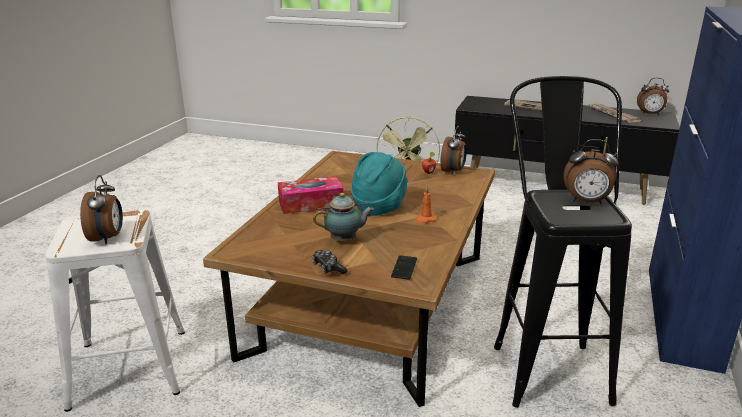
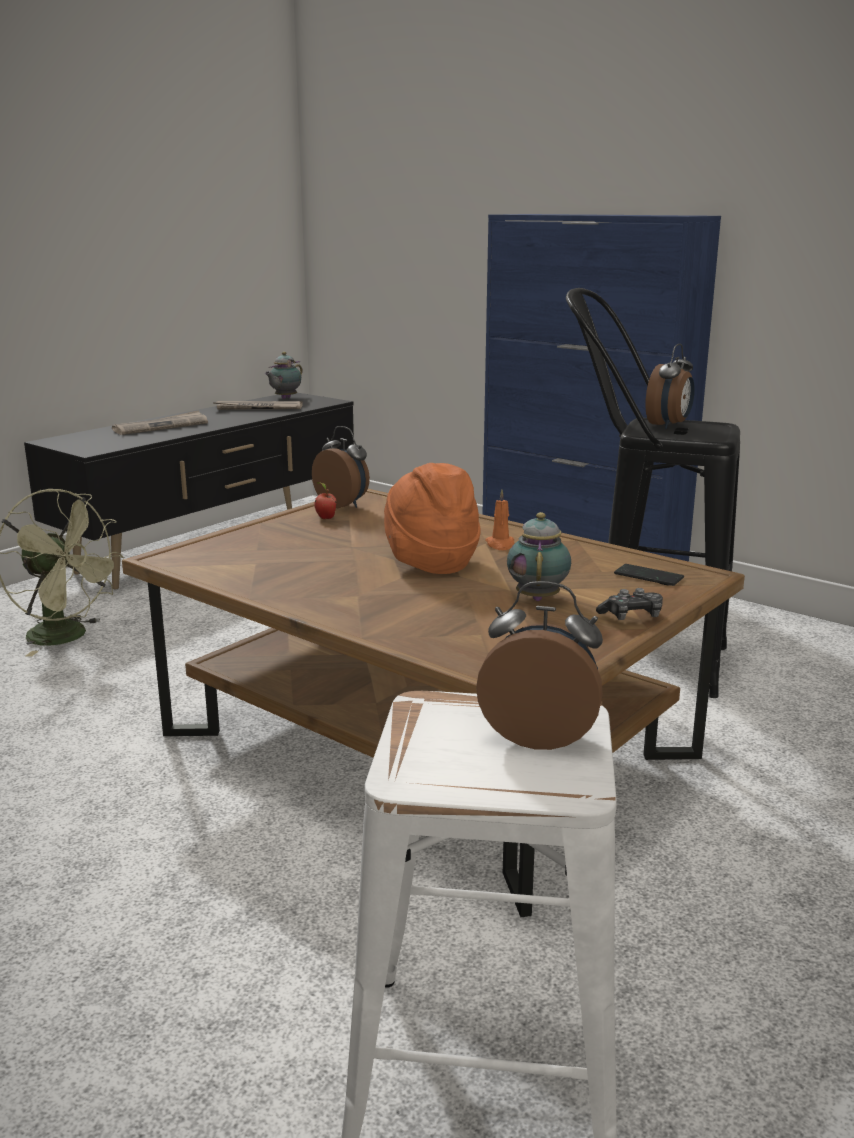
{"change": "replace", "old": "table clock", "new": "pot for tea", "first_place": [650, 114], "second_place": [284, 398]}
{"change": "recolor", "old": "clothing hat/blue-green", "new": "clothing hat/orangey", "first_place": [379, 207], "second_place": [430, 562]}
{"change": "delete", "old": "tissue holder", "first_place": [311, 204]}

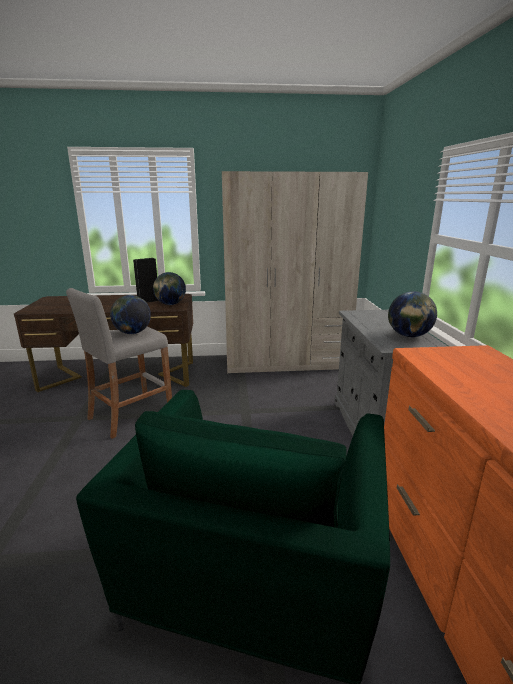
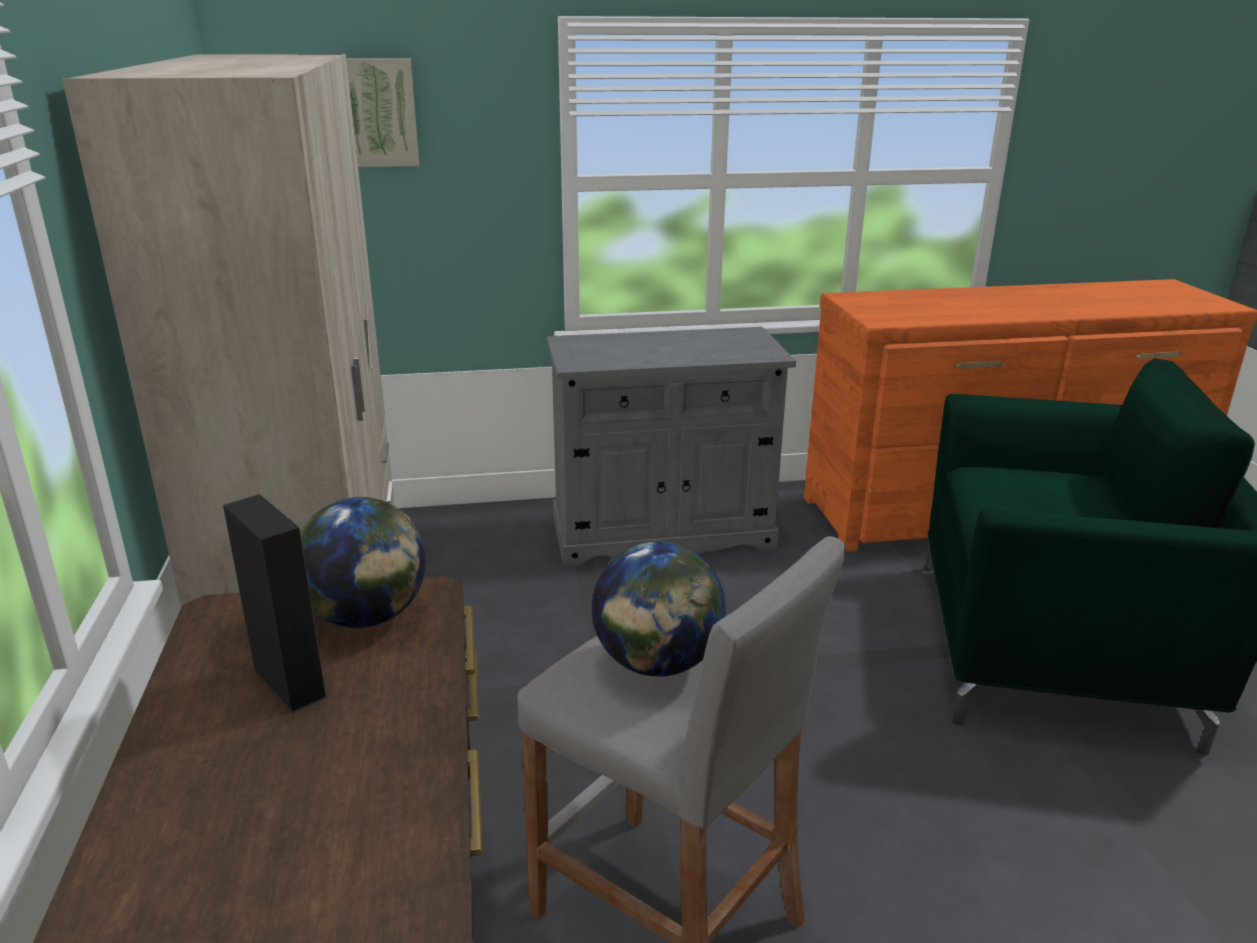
{"change": "insert", "new": "wall picture", "second_place": [380, 113]}
{"change": "delete", "old": "desk globe", "first_place": [409, 336]}

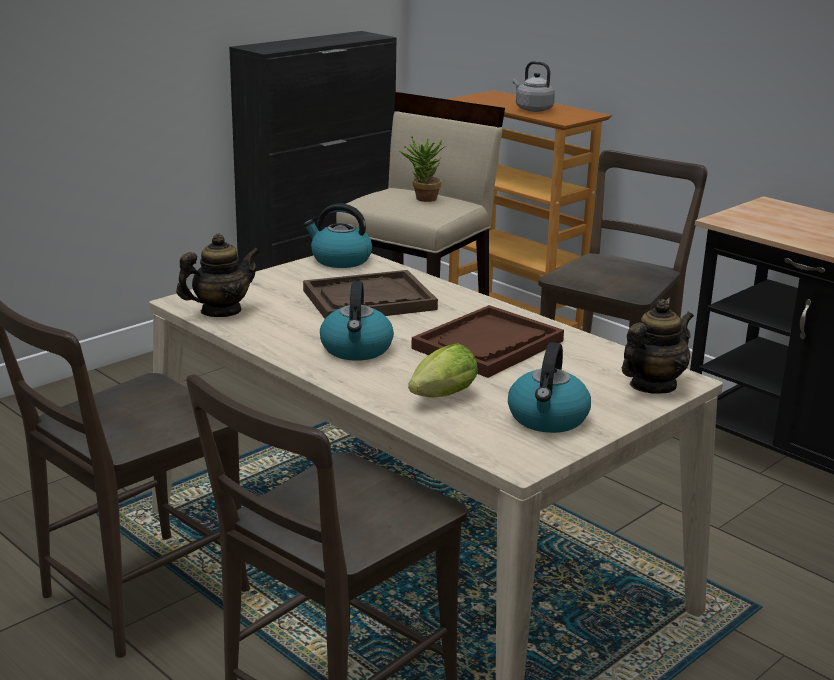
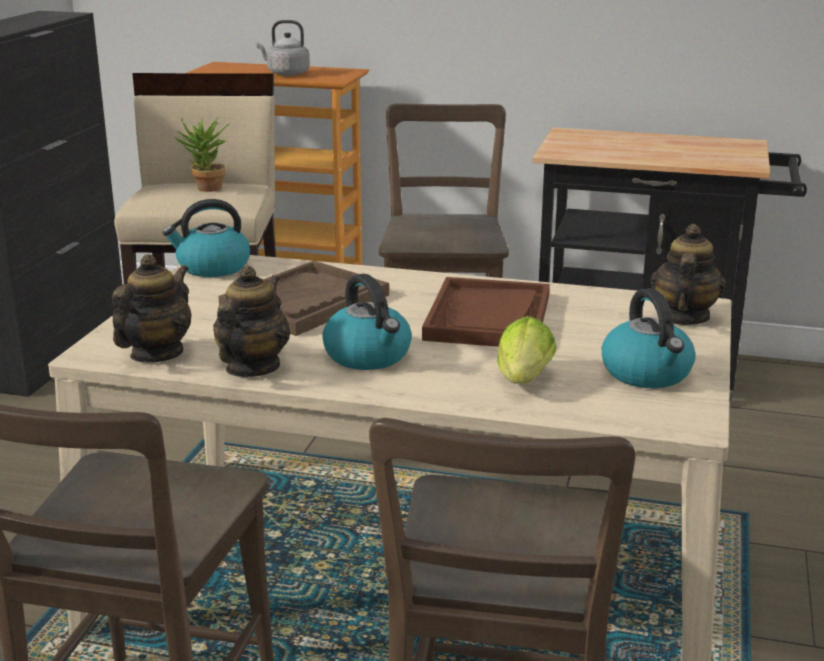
{"change": "insert", "new": "pot for tea", "second_place": [252, 368]}

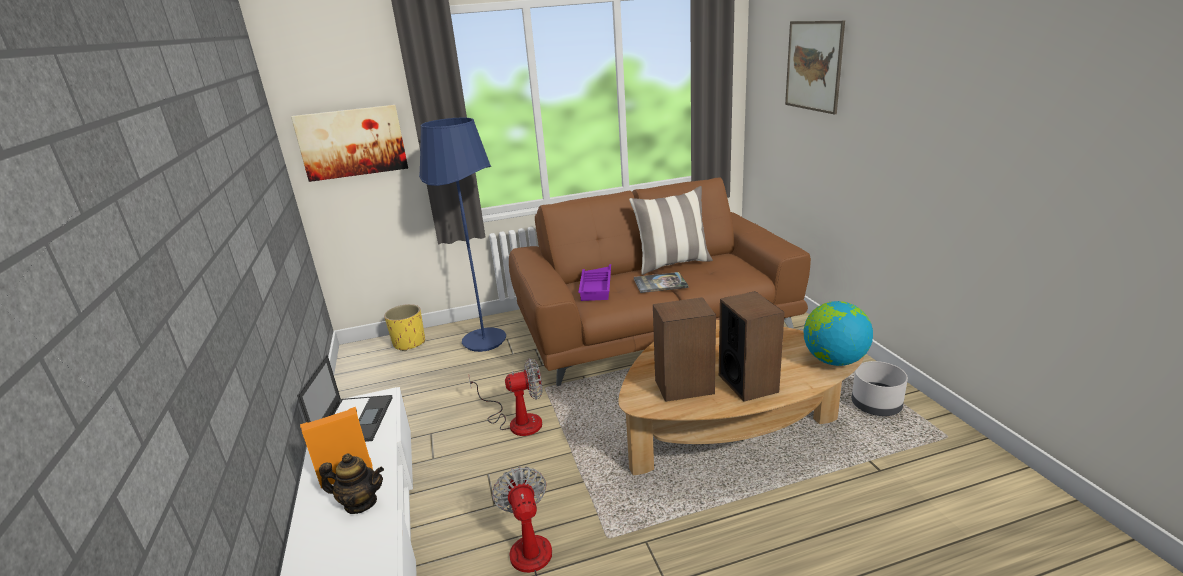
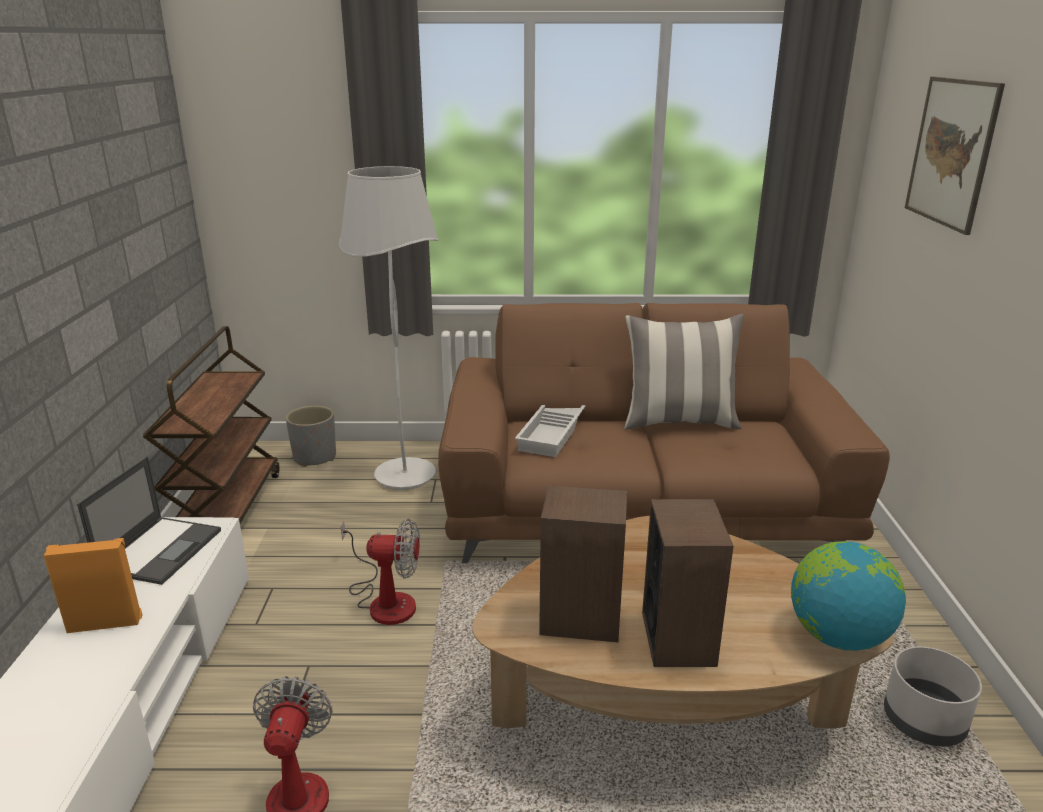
{"change": "insert", "new": "wheeled cart/brown", "second_place": [227, 510]}
{"change": "recolor", "old": "planter/yellow", "new": "planter/gray", "first_place": [409, 343], "second_place": [315, 457]}
{"change": "recolor", "old": "standard lamp/blue-coloured", "new": "standard lamp/white", "first_place": [484, 341], "second_place": [405, 476]}
{"change": "recolor", "old": "tray/purplish", "new": "tray/white", "first_place": [597, 285], "second_place": [553, 432]}
{"change": "delete", "old": "wall picture", "first_place": [352, 142]}
{"change": "delete", "old": "pot for tea", "first_place": [360, 503]}
{"change": "delete", "old": "bound book", "first_place": [660, 283]}

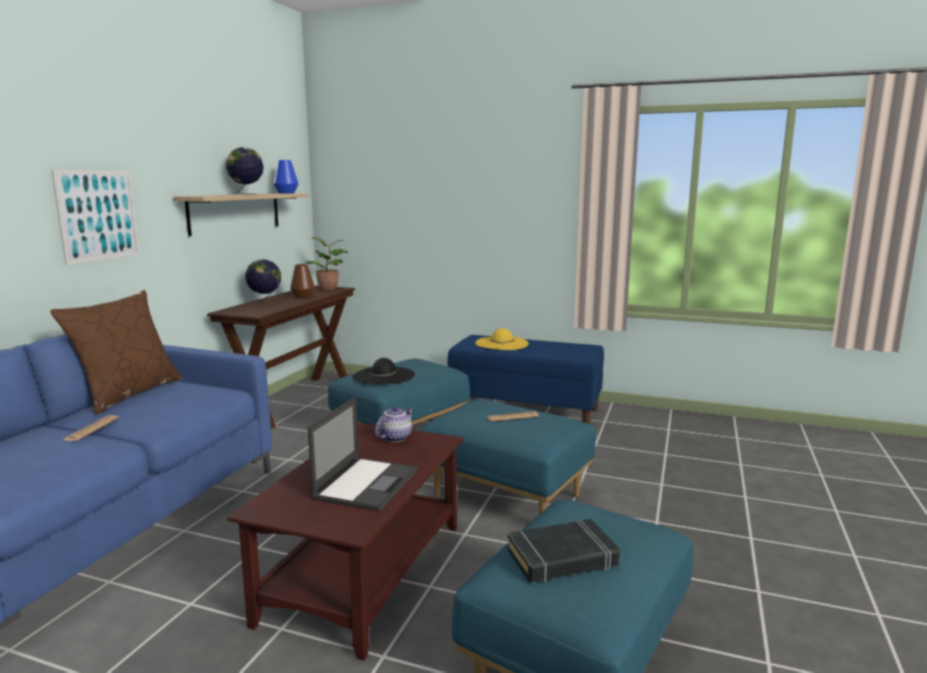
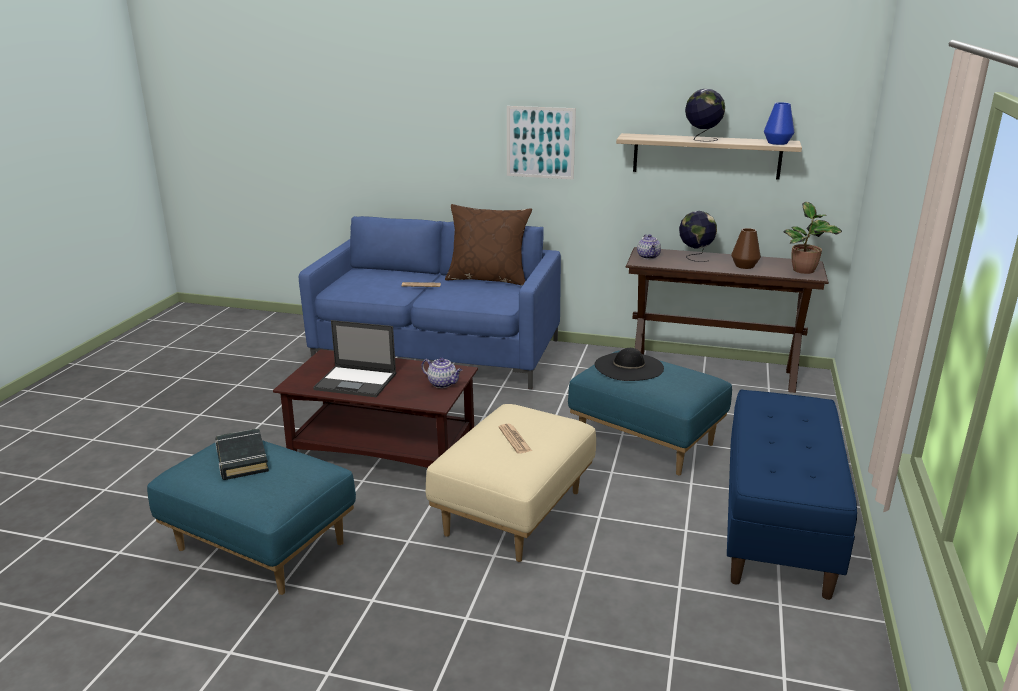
{"change": "recolor", "old": "pouffe/blue-coloured", "new": "pouffe/beige", "first_place": [508, 495], "second_place": [514, 514]}
{"change": "insert", "new": "pot for tea", "second_place": [649, 257]}
{"change": "delete", "old": "clothing hat/yellow", "first_place": [501, 343]}

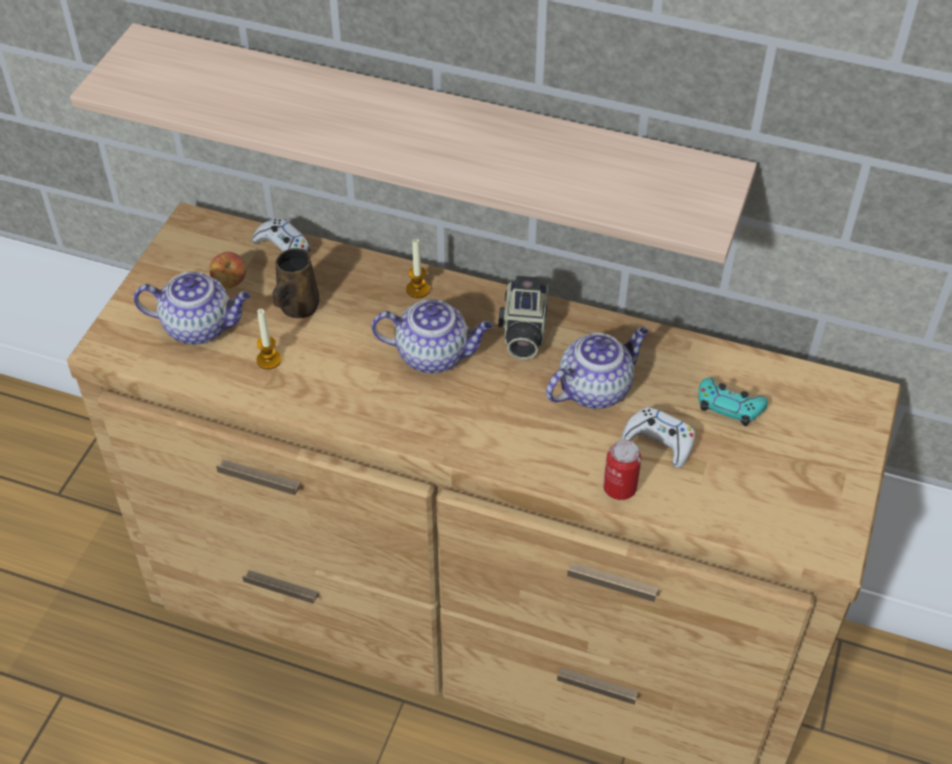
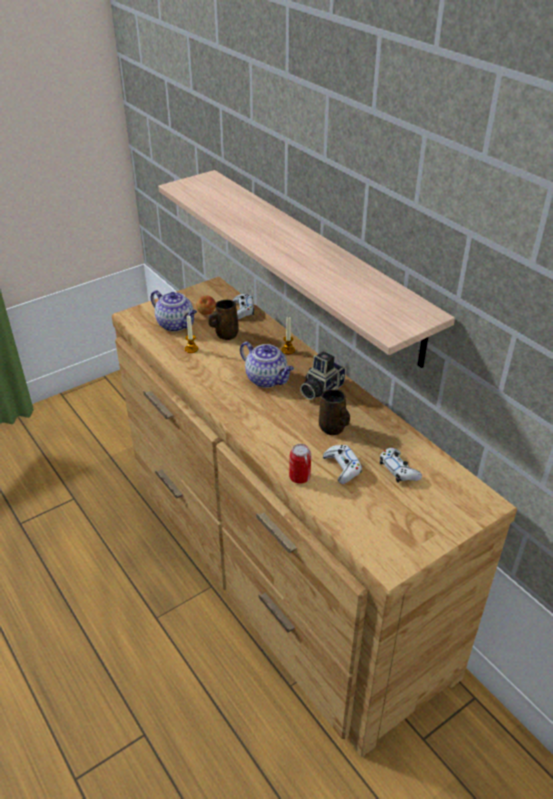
{"change": "replace", "old": "pot for tea", "new": "mug/brown", "first_place": [595, 388], "second_place": [333, 428]}
{"change": "recolor", "old": "gamepad/blue-green", "new": "gamepad/white", "first_place": [729, 406], "second_place": [398, 470]}

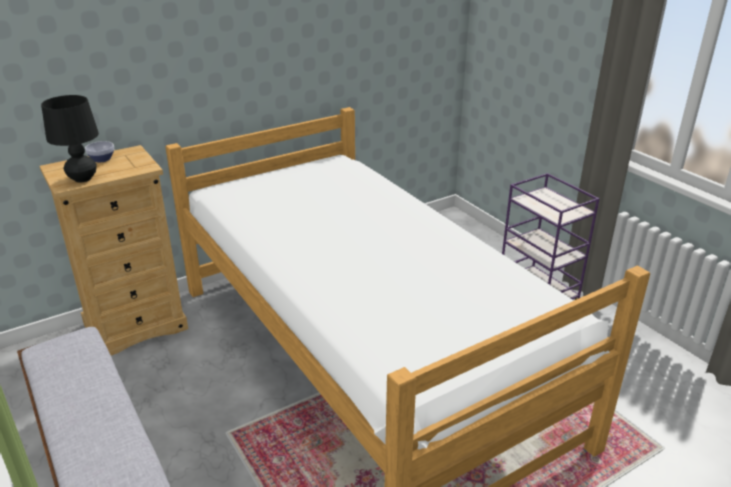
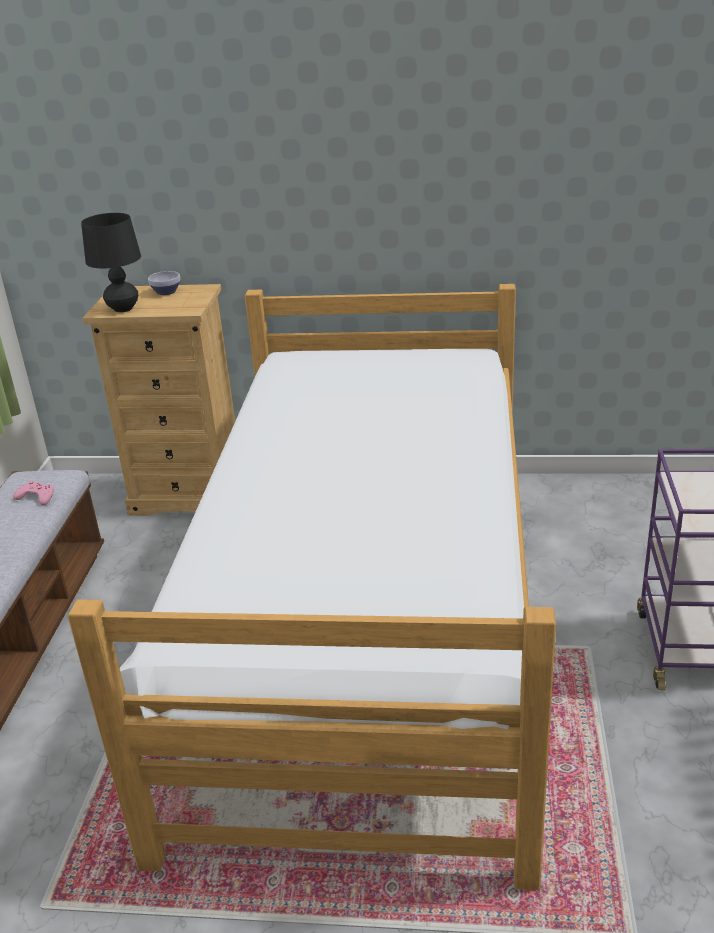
{"change": "insert", "new": "gamepad/pinkish", "second_place": [36, 497]}

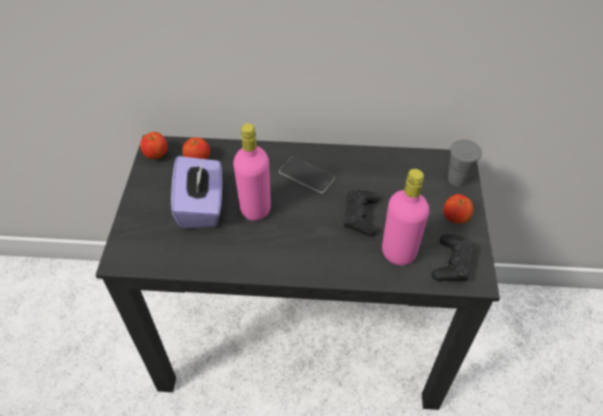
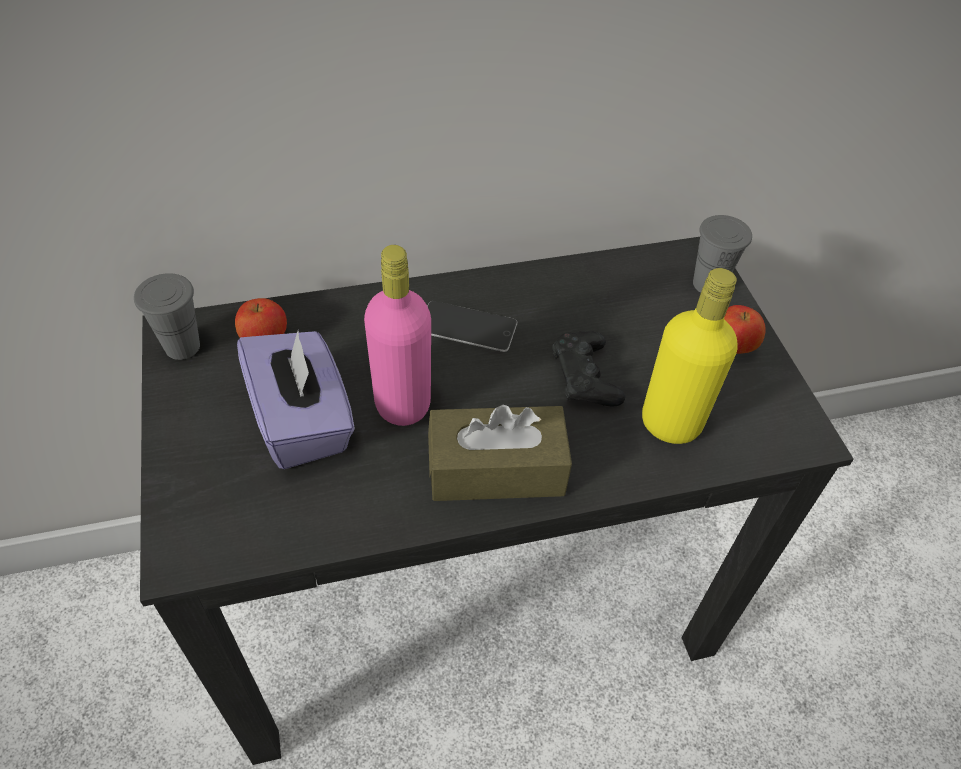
{"change": "replace", "old": "whole apple", "new": "small cup/gray", "first_place": [156, 155], "second_place": [182, 346]}
{"change": "insert", "new": "tissue holder/brown", "second_place": [496, 469]}
{"change": "recolor", "old": "drink bottle/pinkish", "new": "drink bottle/yellow", "first_place": [398, 253], "second_place": [670, 423]}
{"change": "delete", "old": "gamepad/blackish", "first_place": [452, 263]}

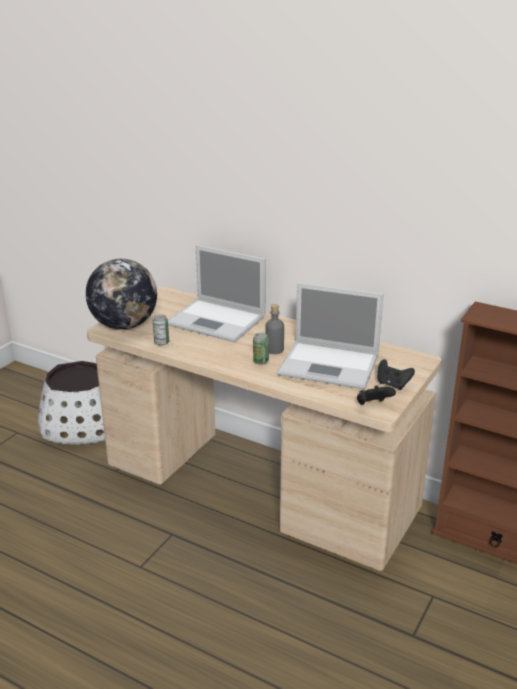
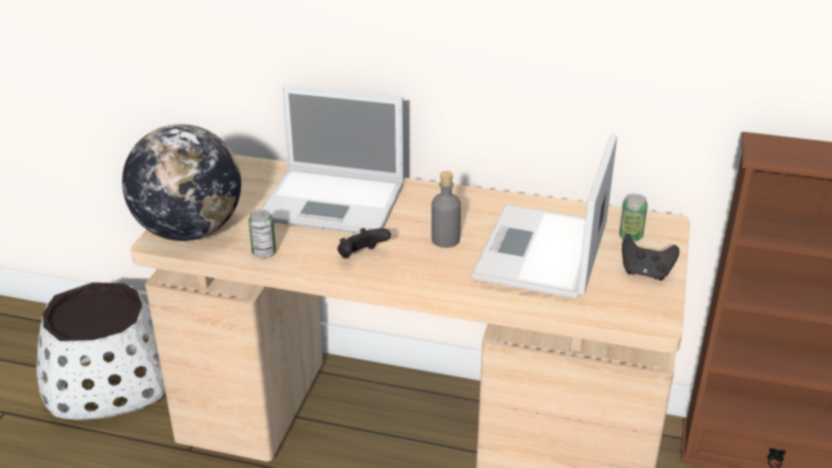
{"change": "move", "old": "gamepad/blackish", "first_place": [373, 405], "second_place": [361, 257]}
{"change": "rotate", "old": "portable computer", "first_place": [331, 365], "second_place": [541, 254], "degrees": 105}
{"change": "move", "old": "sealed can", "first_place": [260, 361], "second_place": [630, 236]}

